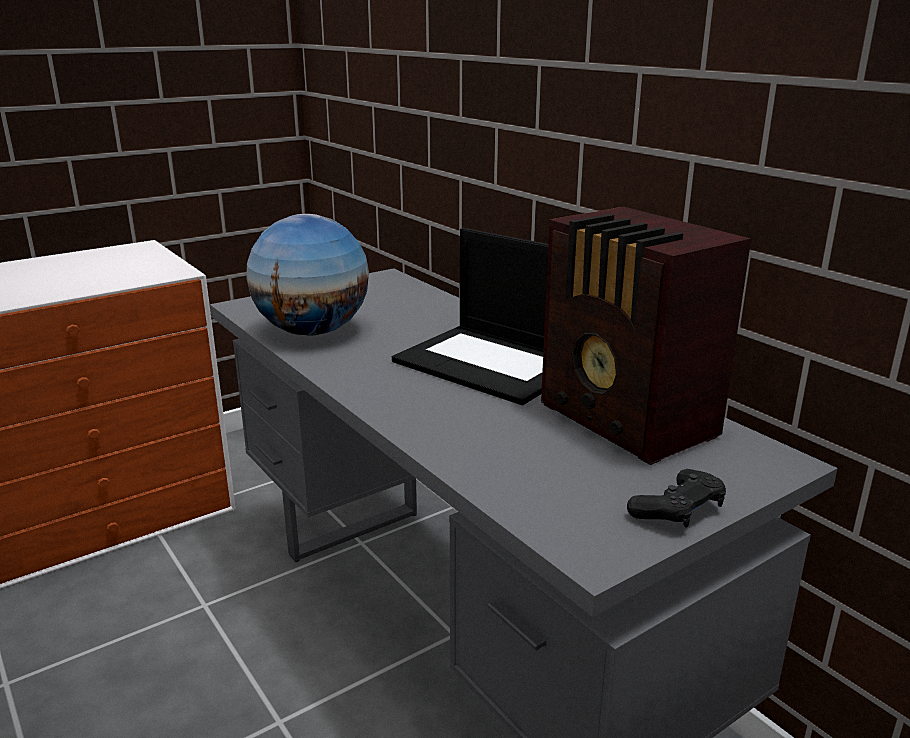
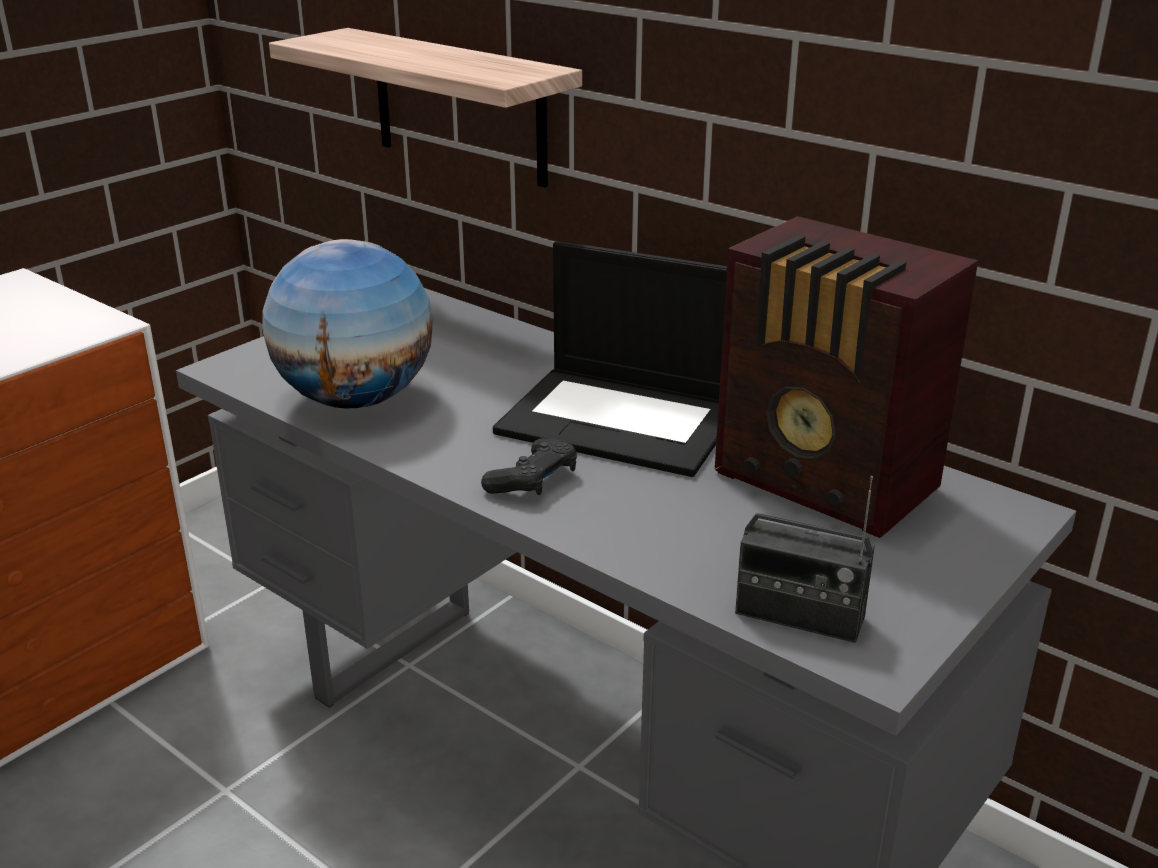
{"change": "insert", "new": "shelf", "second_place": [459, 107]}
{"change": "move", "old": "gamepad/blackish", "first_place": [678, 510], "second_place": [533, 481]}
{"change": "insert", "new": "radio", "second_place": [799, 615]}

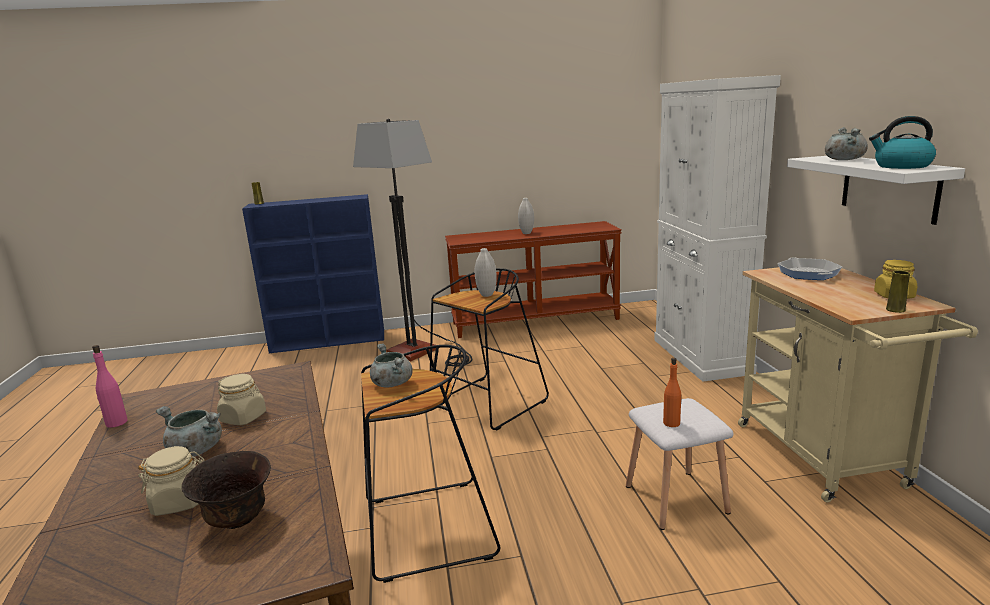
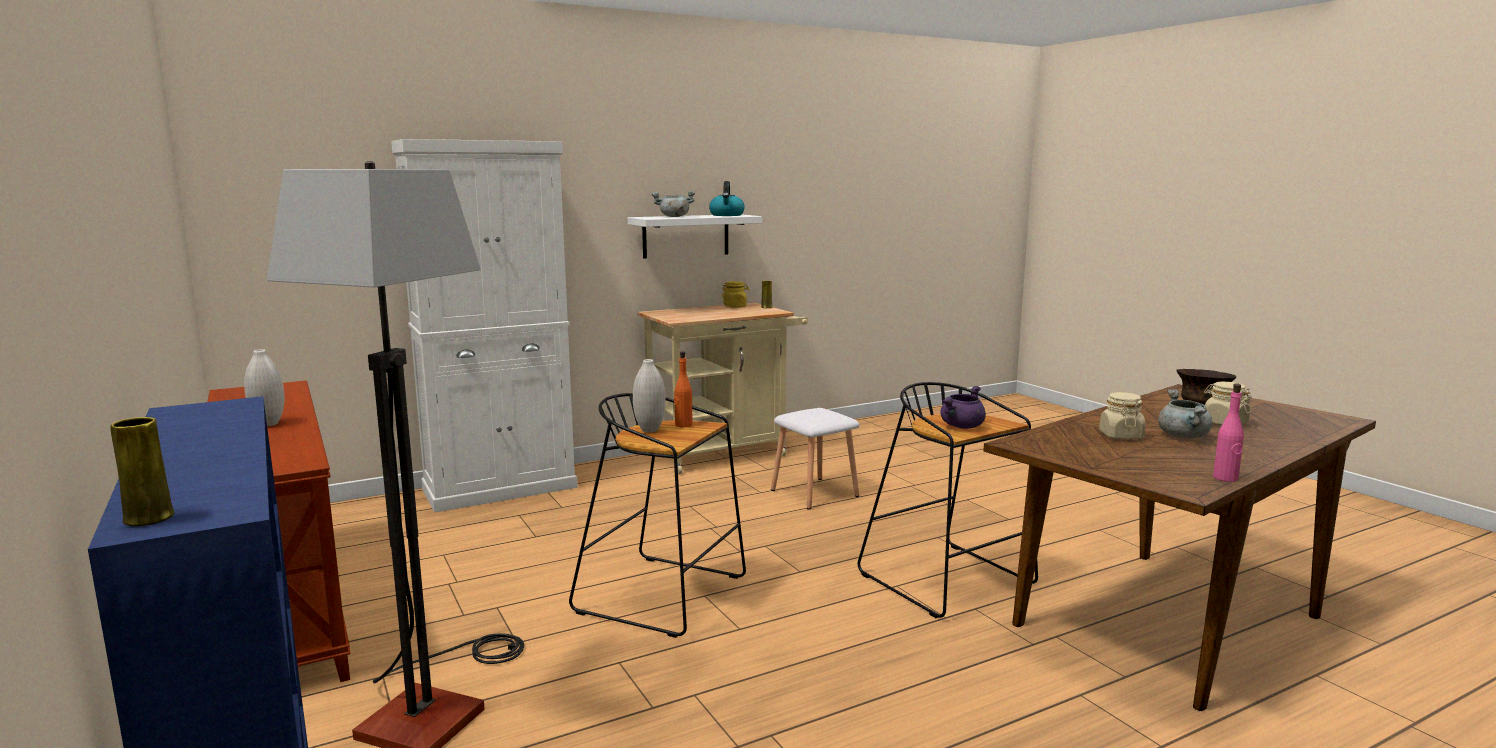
{"change": "move", "old": "drink bottle/orangey", "first_place": [671, 423], "second_place": [683, 425]}
{"change": "recolor", "old": "stockpot/gray", "new": "stockpot/purplish", "first_place": [391, 383], "second_place": [962, 427]}
{"change": "delete", "old": "skillet", "first_place": [808, 273]}

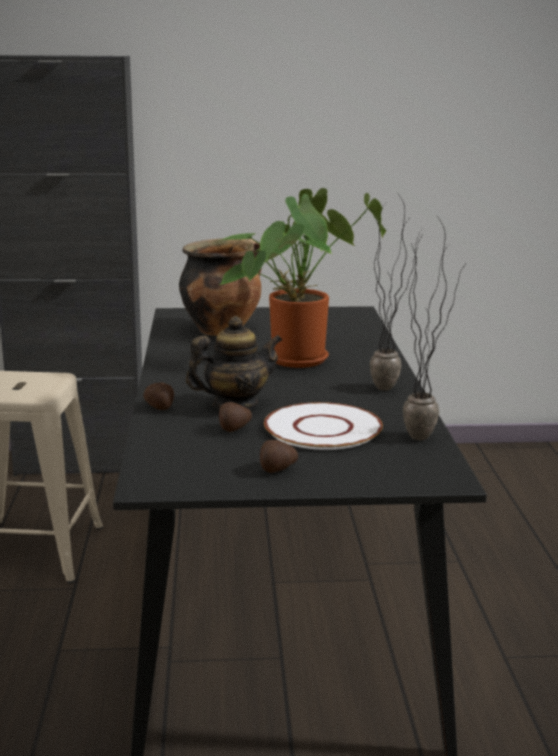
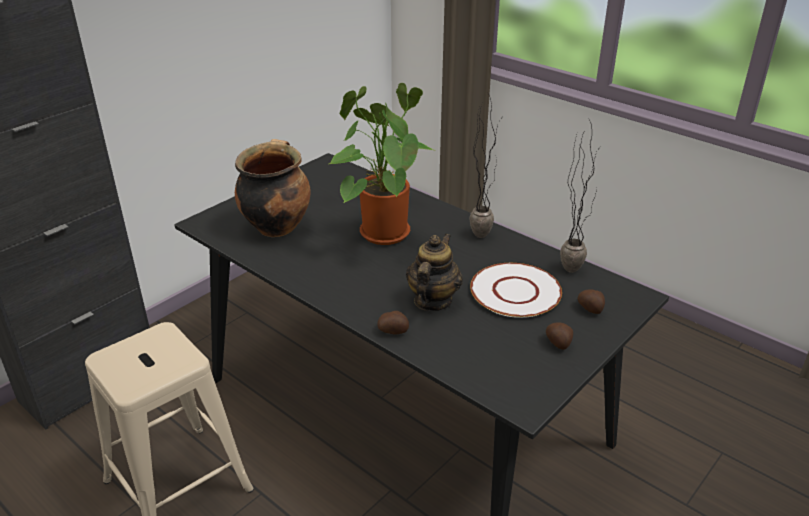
{"change": "move", "old": "potato", "first_place": [233, 429], "second_place": [590, 309]}

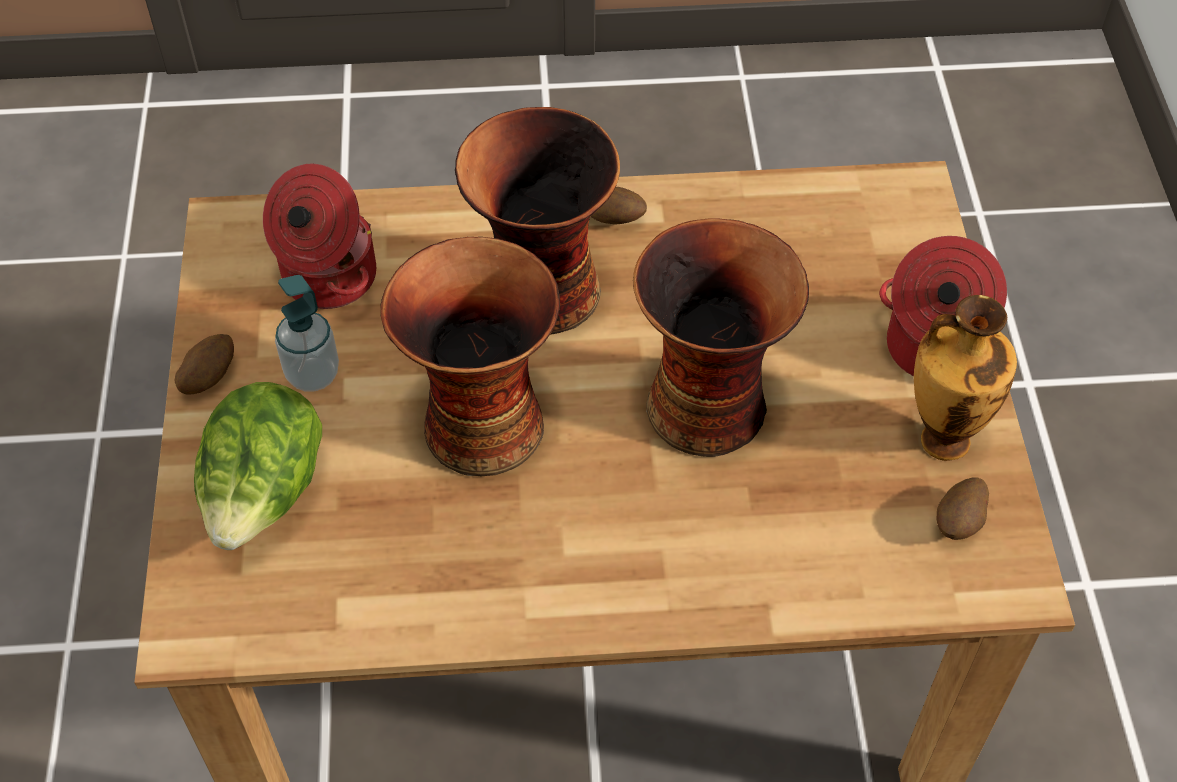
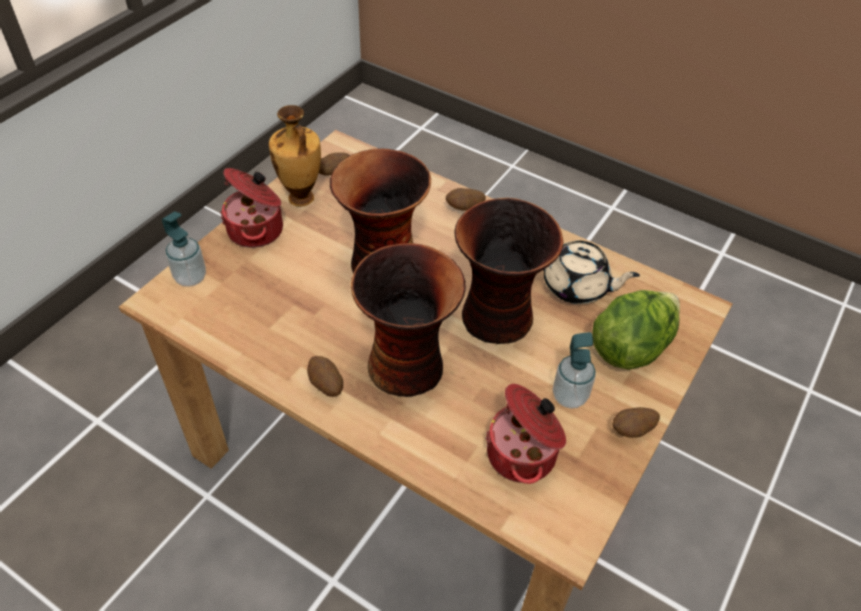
{"change": "insert", "new": "liquid soap bottle", "second_place": [190, 277]}
{"change": "insert", "new": "potato", "second_place": [464, 208]}
{"change": "insert", "new": "pot for tea/beige", "second_place": [576, 287]}

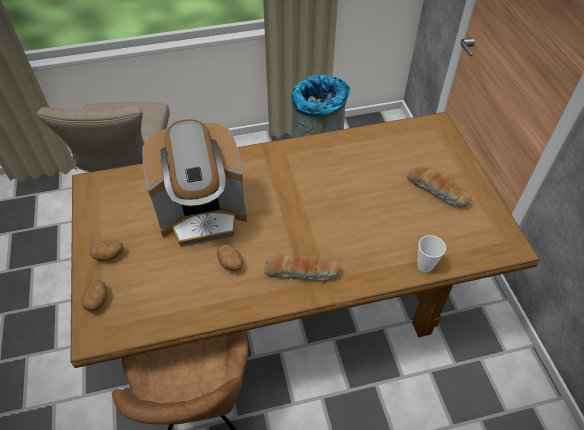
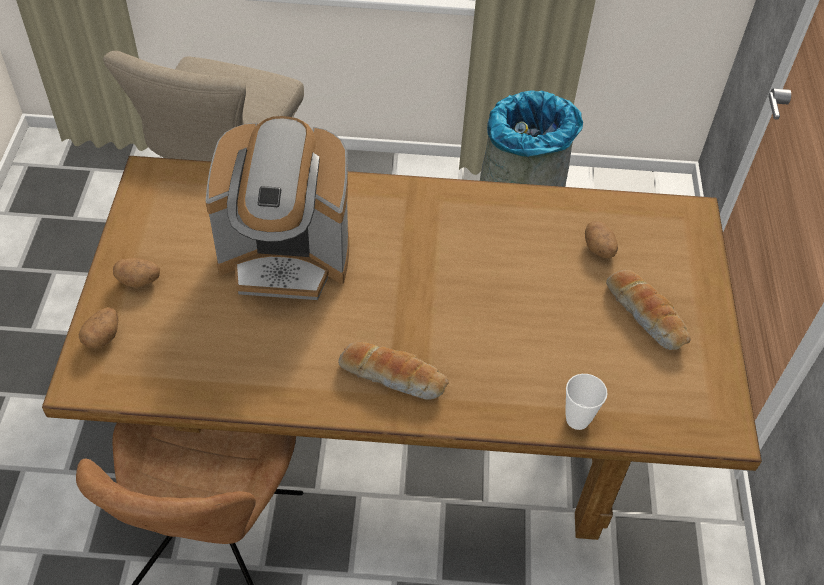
{"change": "move", "old": "potato", "first_place": [231, 264], "second_place": [599, 249]}

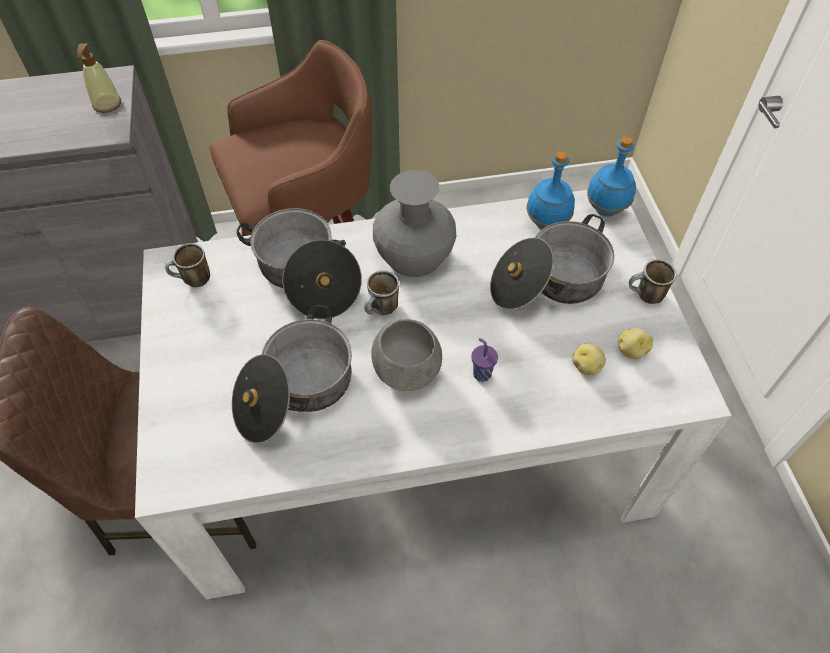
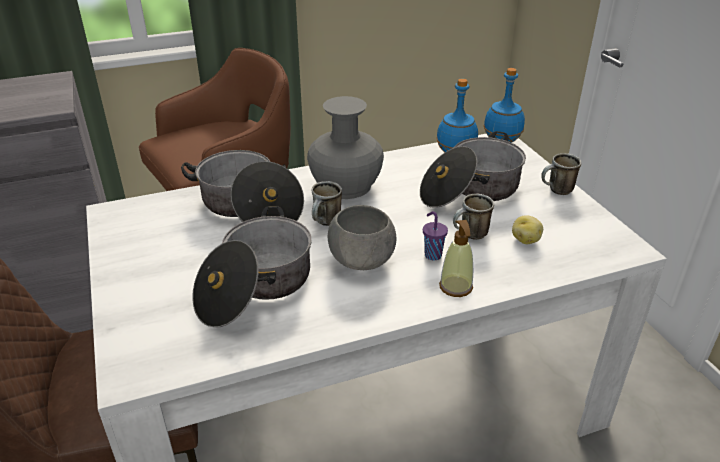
{"change": "move", "old": "liquid soap bottle", "first_place": [107, 104], "second_place": [456, 287]}
{"change": "move", "old": "mug", "first_place": [193, 281], "second_place": [470, 235]}
{"change": "delete", "old": "potato", "first_place": [631, 350]}

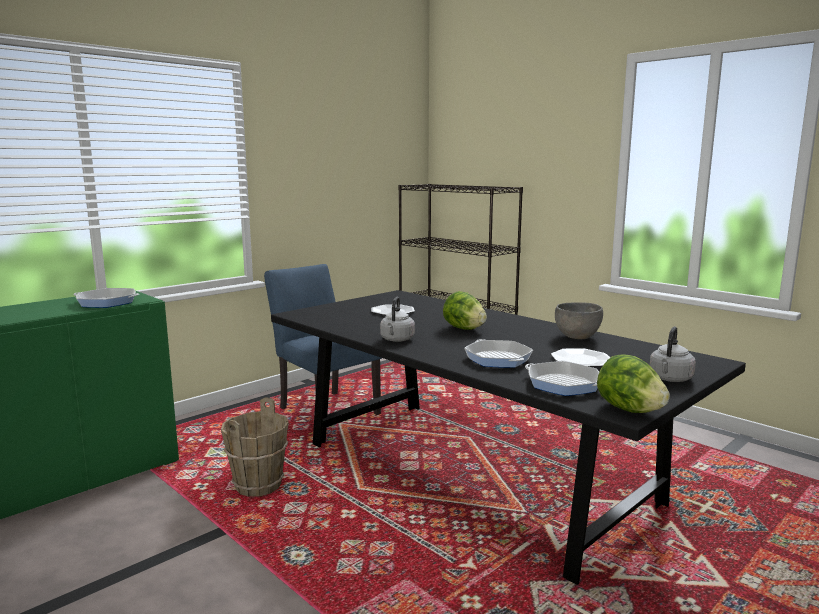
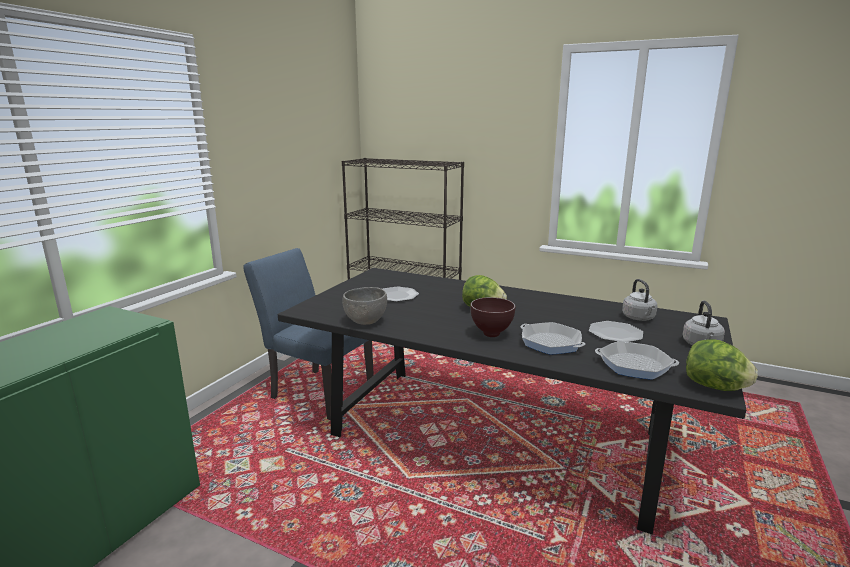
{"change": "move", "old": "bowl/gray", "first_place": [577, 337], "second_place": [365, 321]}
{"change": "insert", "new": "bowl/brown", "second_place": [491, 334]}
{"change": "move", "old": "tea kettle/gray", "first_place": [397, 340], "second_place": [639, 318]}
{"change": "delete", "old": "skillet", "first_place": [107, 302]}
{"change": "delete", "old": "pail/brown", "first_place": [259, 486]}

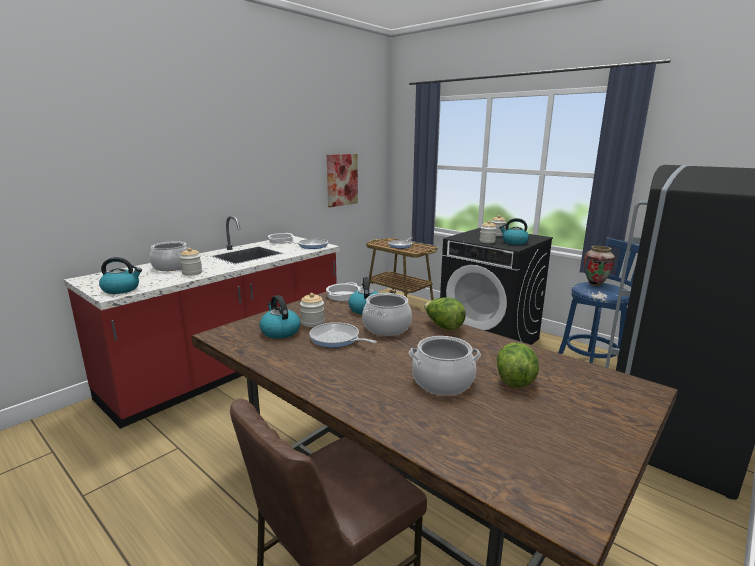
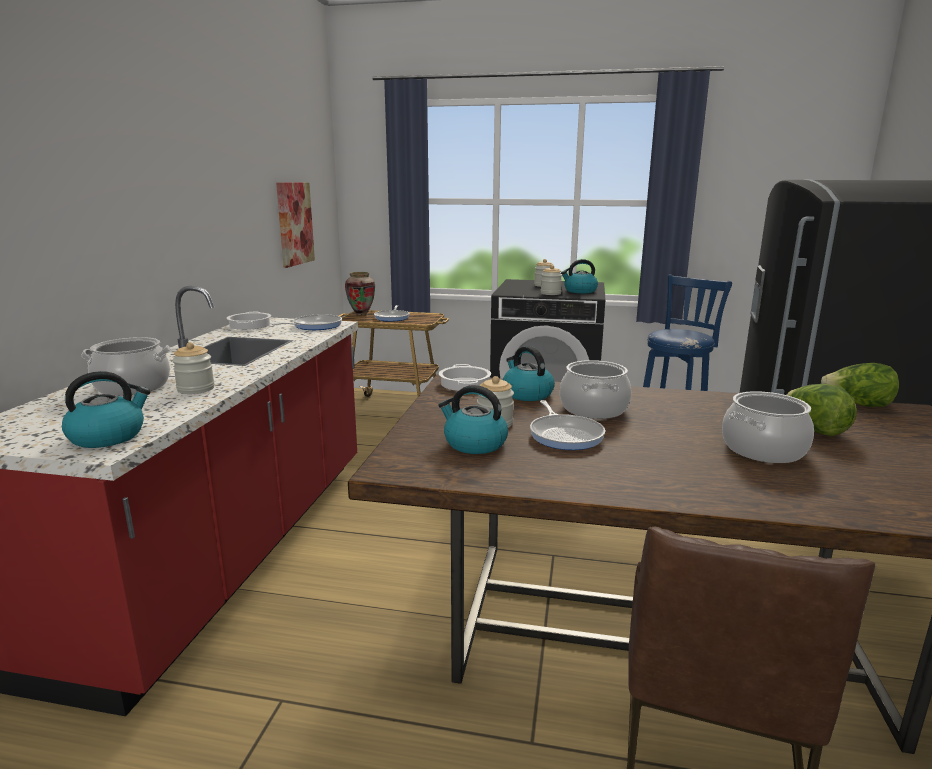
{"change": "move", "old": "flower vase", "first_place": [595, 284], "second_place": [361, 314]}
{"change": "rotate", "old": "skillet", "first_place": [337, 339], "second_place": [565, 435], "degrees": -105}
{"change": "move", "old": "lettuce head", "first_place": [443, 326], "second_place": [857, 405]}

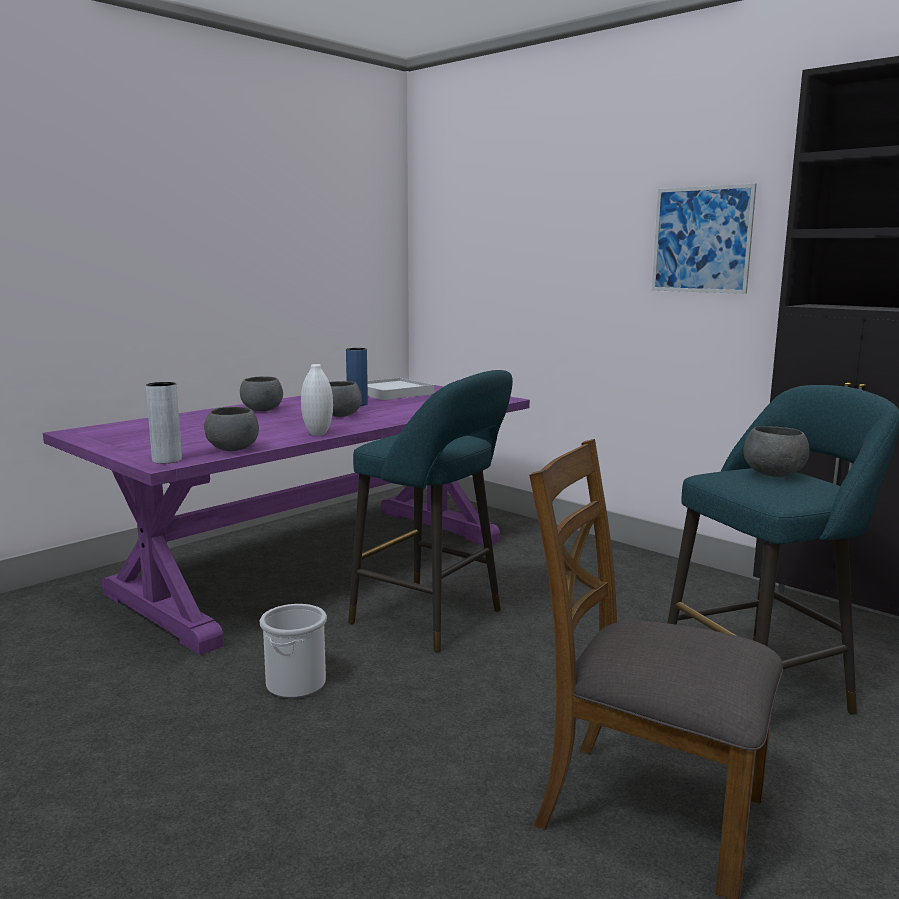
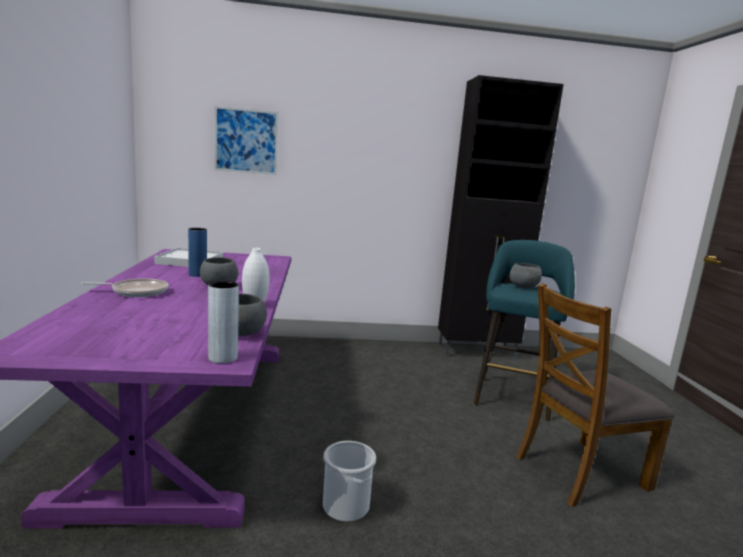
{"change": "replace", "old": "bowl/gray", "new": "skillet", "first_place": [261, 410], "second_place": [136, 292]}
{"change": "move", "old": "wall picture", "first_place": [701, 240], "second_place": [246, 141]}
{"change": "delete", "old": "sitting stool/blue-green", "first_place": [433, 619]}

